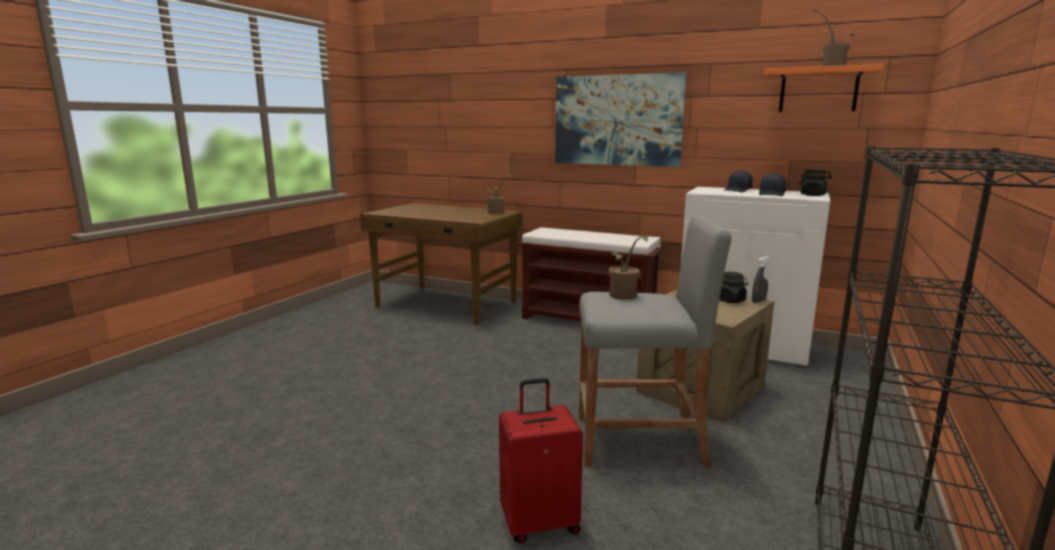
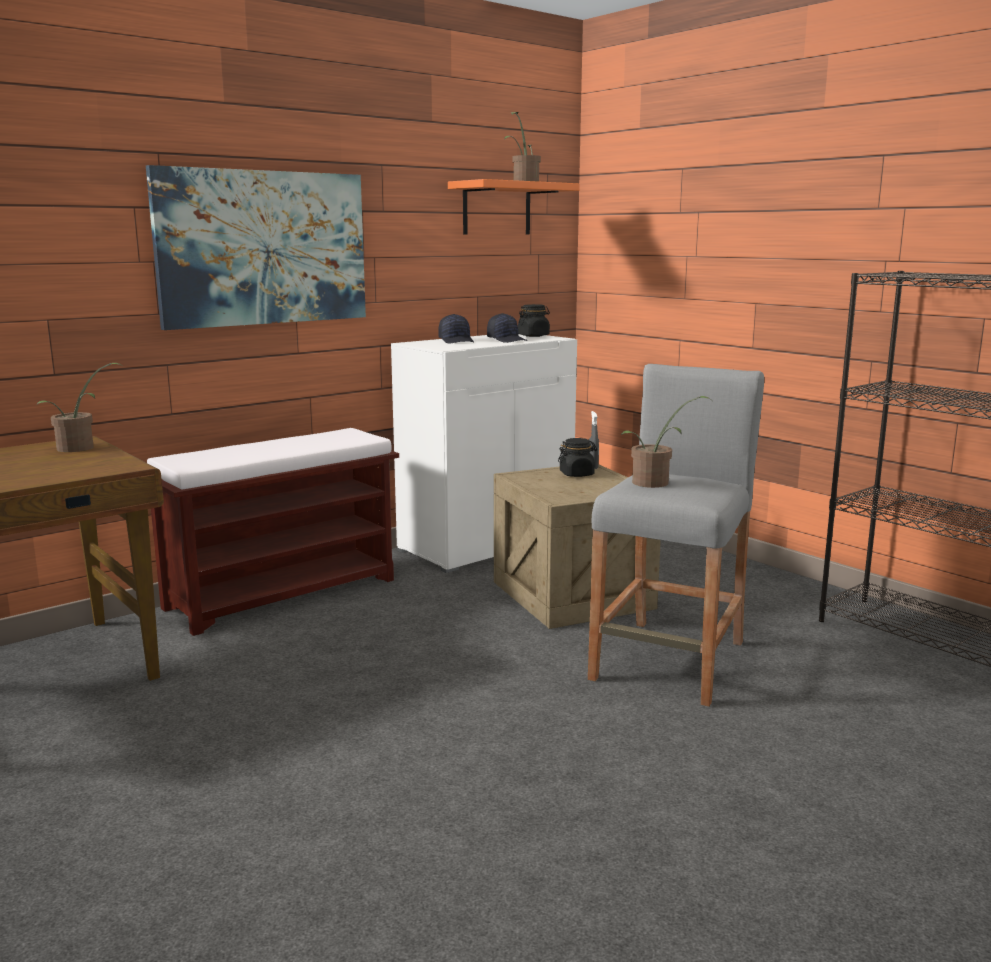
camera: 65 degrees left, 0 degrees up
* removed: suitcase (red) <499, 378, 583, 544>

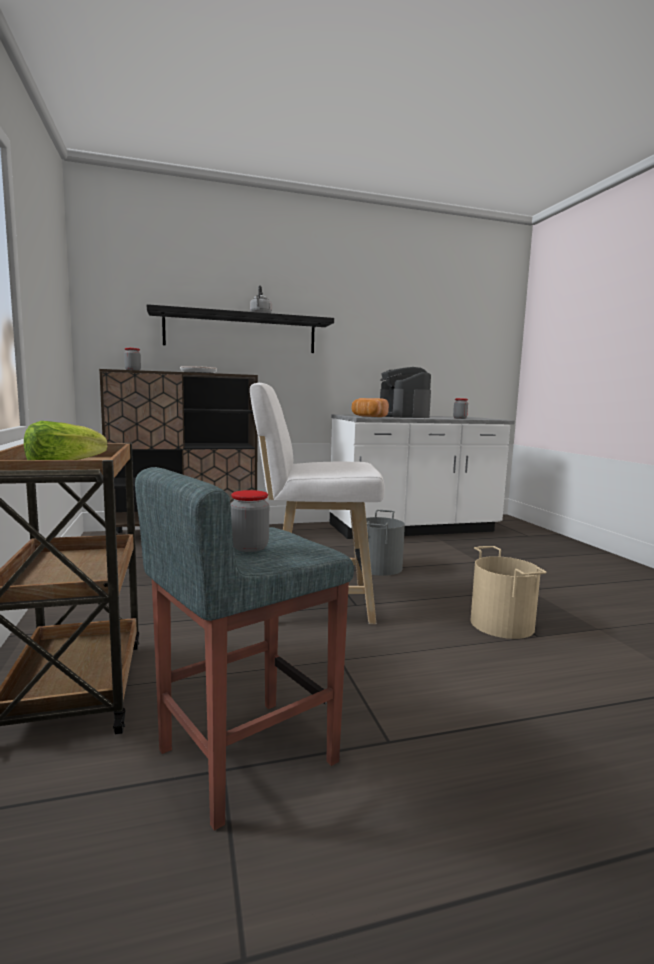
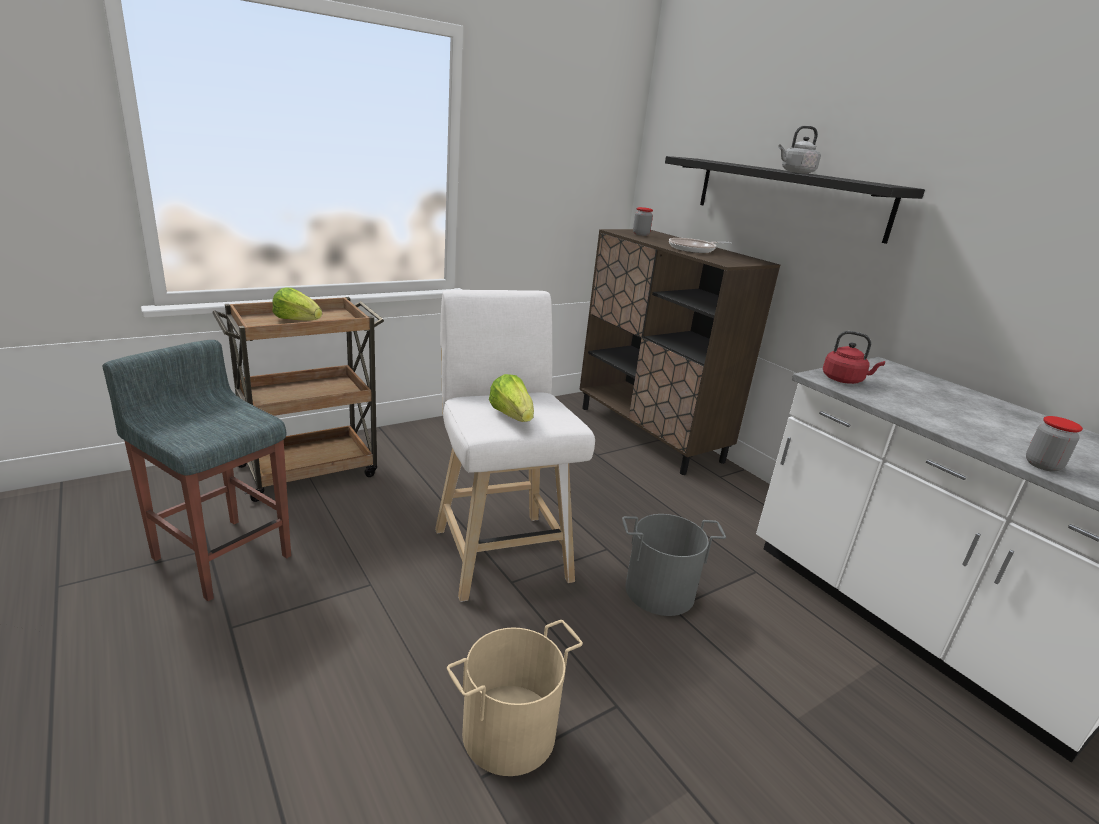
camera: 70 degrees right, 15 degrees up
* removed: jar <231, 490, 269, 552>
* replaced: bread <352, 398, 389, 417> to kettle (red) <823, 331, 885, 384>
* removed: coffee machine <380, 367, 431, 418>
* added: lettuce <489, 374, 534, 422>

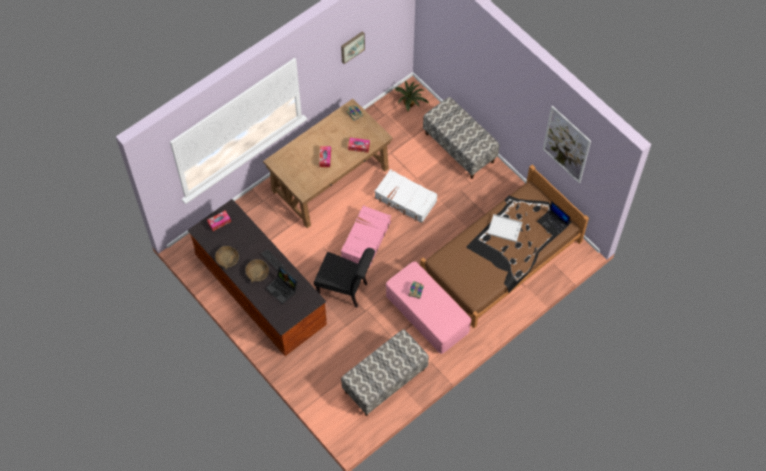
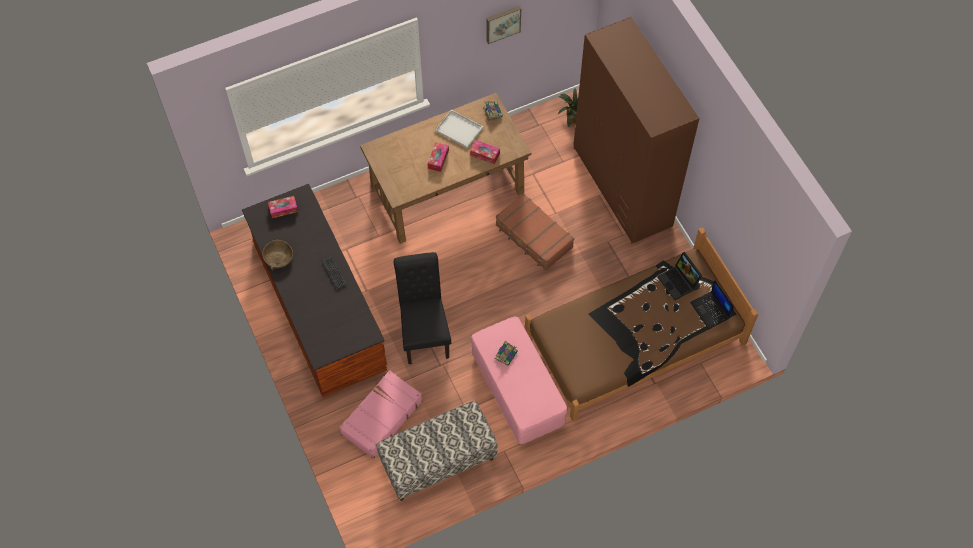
camera: 15 degrees right, 0 degrees up
* removed: bowl (brown) <245, 259, 269, 283>
* moved: laptop <266, 265, 298, 304> to <657, 252, 703, 300>
* turned: chair (black) <314, 248, 375, 307> = <394, 252, 451, 364> 135 degrees counterclockwise
* moved: suitcase (pink) <341, 205, 391, 268> to <340, 370, 423, 458>
* recoloured: suitcase (white) <375, 169, 438, 223> to suitcase (brown) <496, 193, 574, 271>
* replaced: bench <423, 97, 499, 179> to wardrobe (brown) <573, 17, 699, 244>
* moved: tray (white) <488, 214, 522, 242> to <435, 110, 483, 149>
* removed: picture <543, 106, 591, 184>

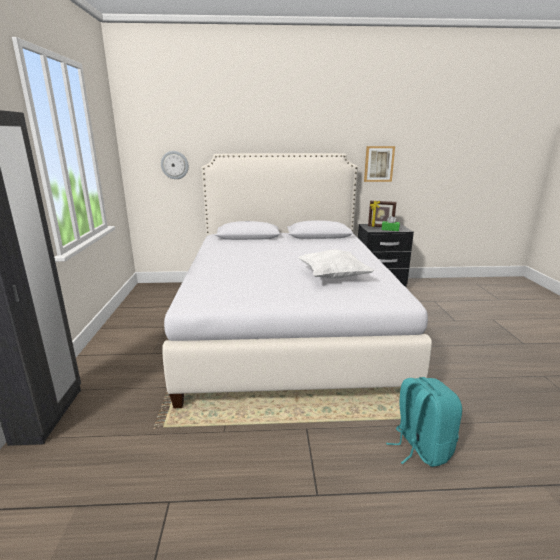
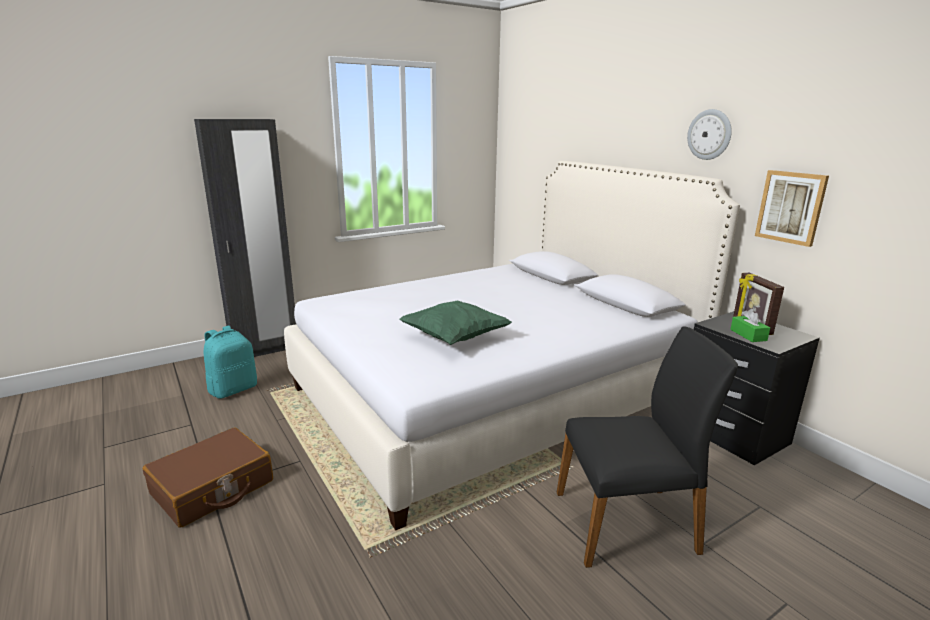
camera: 60 degrees right, 0 degrees up
* moved: wall clock <161, 151, 189, 179> to <687, 109, 732, 160>
* recoloured: pillow (white) <298, 250, 374, 279> to pillow (green) <399, 300, 512, 345>
* moved: backpack (turquoise) <386, 377, 462, 467> to <204, 326, 257, 399>
* added: suitcase (brown) <143, 428, 273, 528>
* added: chair (black) <557, 327, 738, 568>

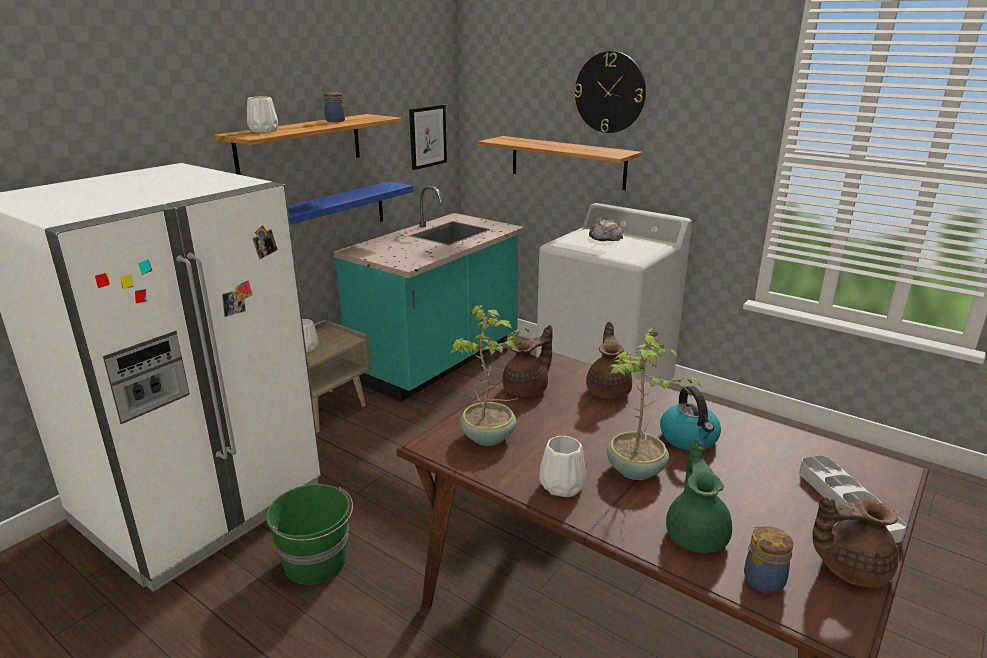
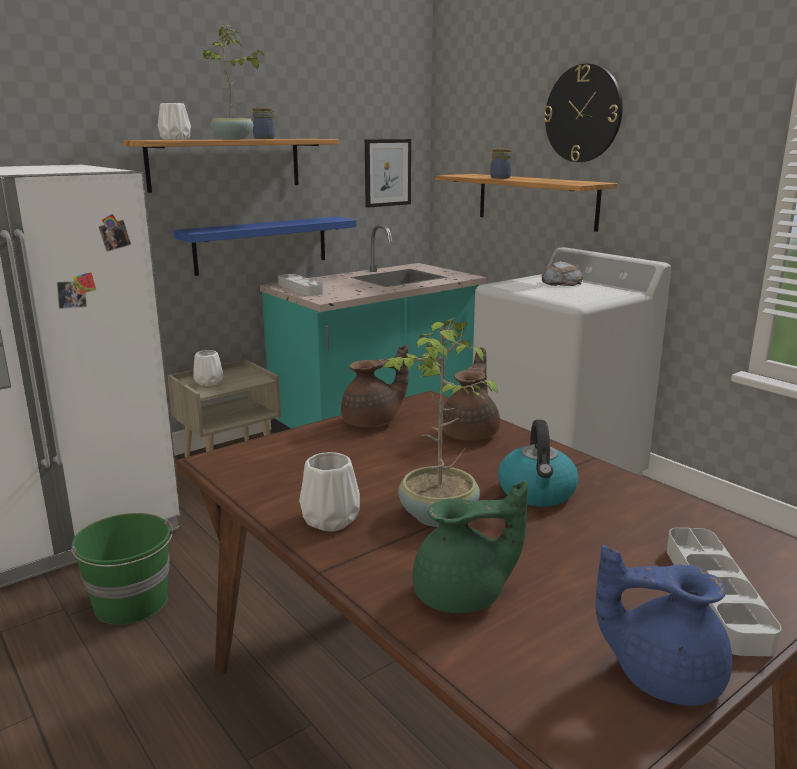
camera: 15 degrees right, 5 degrees down
* moved: potted plant <450, 305, 529, 446> to <200, 25, 265, 140>
* turned: teapot (green) <666, 438, 732, 553> = <412, 480, 528, 613> 60 degrees clockwise
* moved: jar <744, 526, 793, 594> to <490, 148, 511, 179>
* recoloured: teapot (brown) <812, 496, 898, 587> to teapot (blue) <596, 545, 732, 706>
* added: tray (grey) <278, 274, 324, 296>

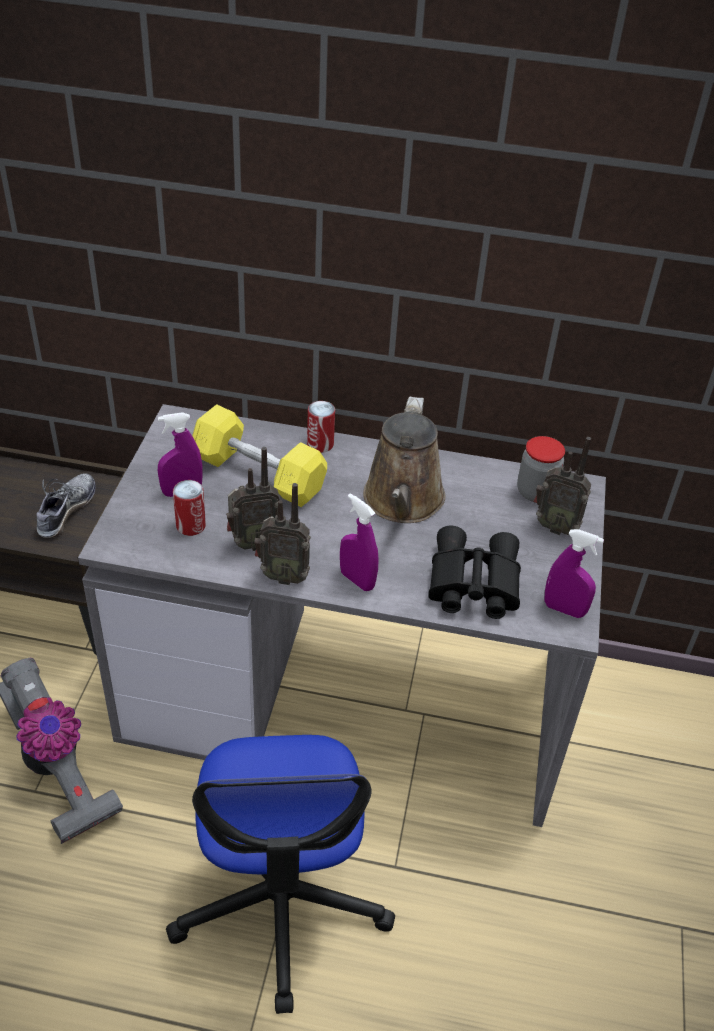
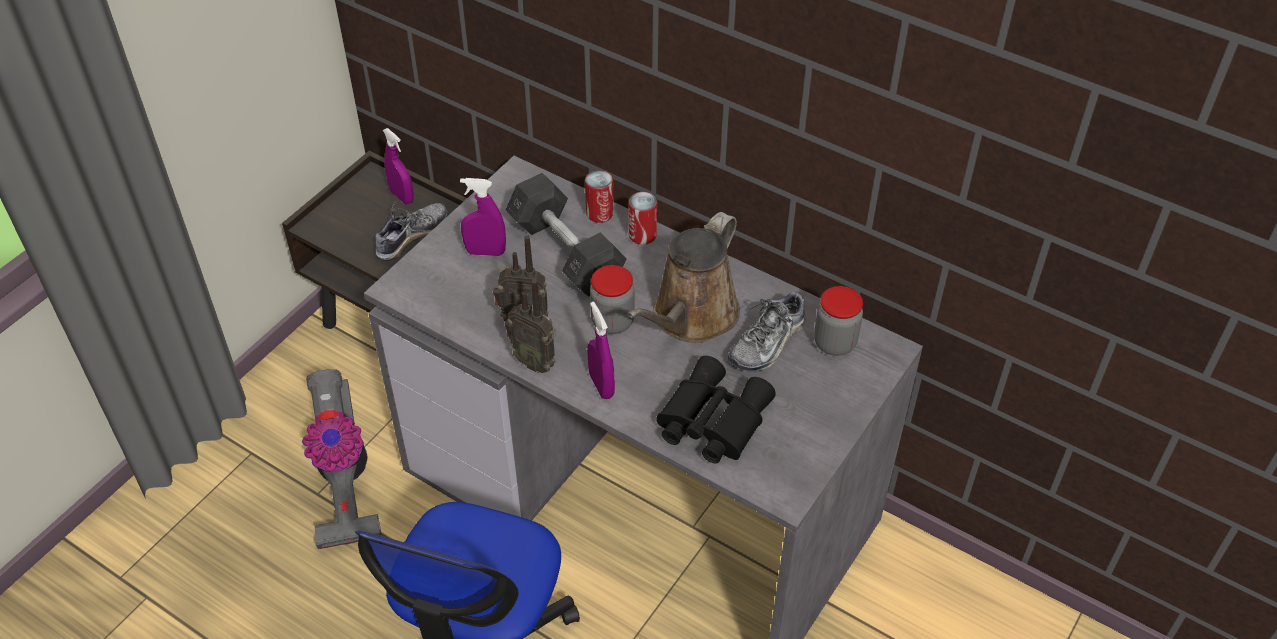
camera: 25 degrees right, 5 degrees up
* moved: can <173, 480, 206, 536> to <585, 170, 614, 223>
* recoloured: dumbbell (yellow) <192, 404, 327, 507> to dumbbell (grey) <506, 173, 627, 297>
* removed: radio <534, 437, 591, 535>
* moved: spray bottle (purple) <544, 529, 604, 618> to <383, 128, 414, 204>
* added: jar <590, 265, 635, 334>
* added: shoe <728, 288, 805, 372>

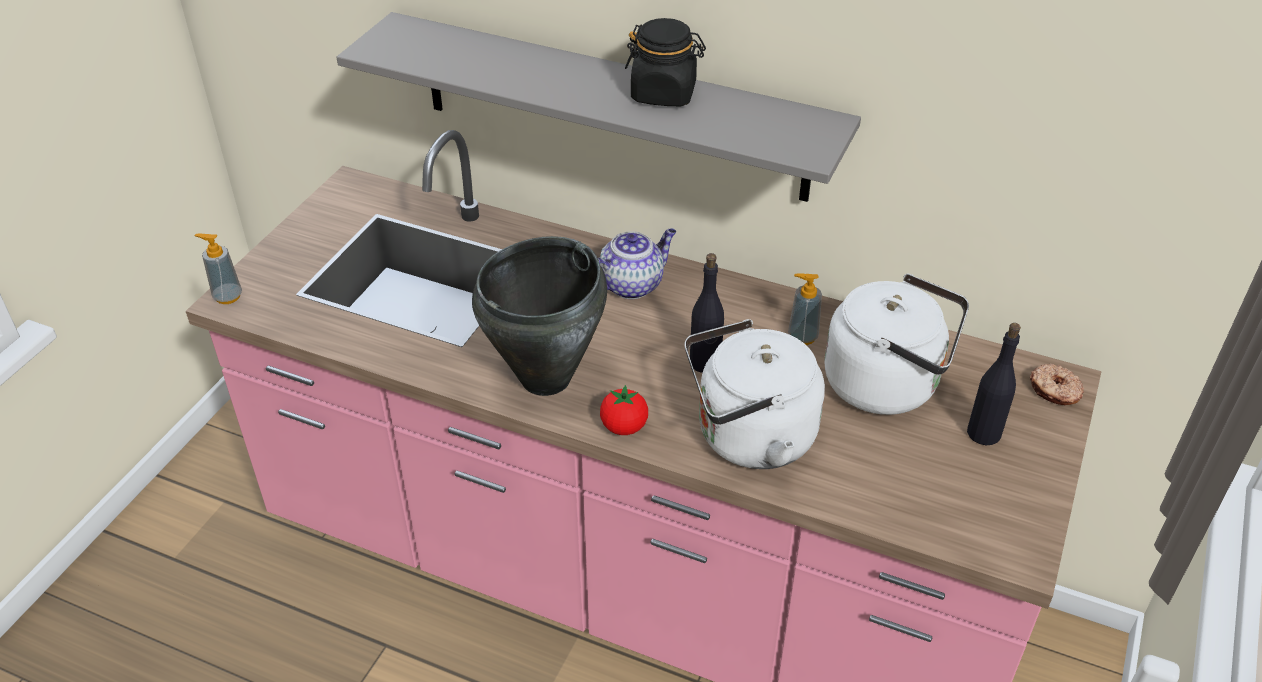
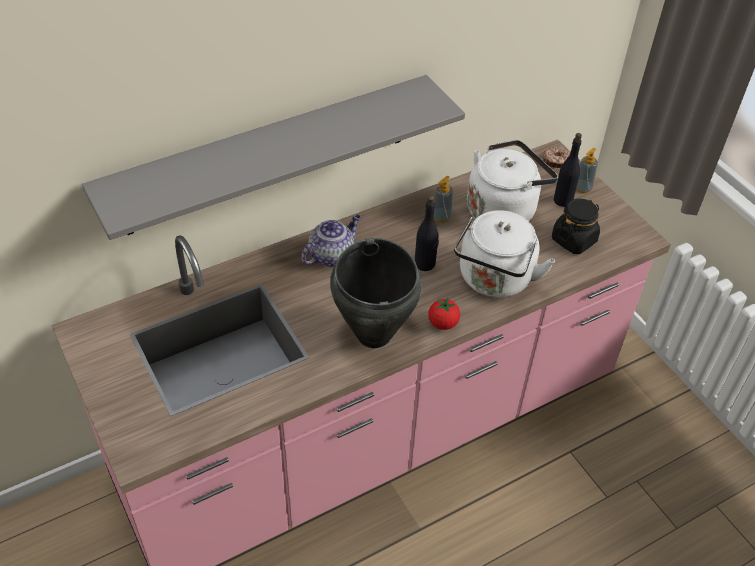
camera: 55 degrees left, 5 degrees up
* moved: soap dispenser <194, 234, 242, 304> to <576, 148, 598, 194>
* turned: teapot <598, 228, 676, 299> = <301, 215, 361, 267> 45 degrees clockwise
* moved: jar (black) <625, 18, 706, 106> to <552, 199, 600, 254>

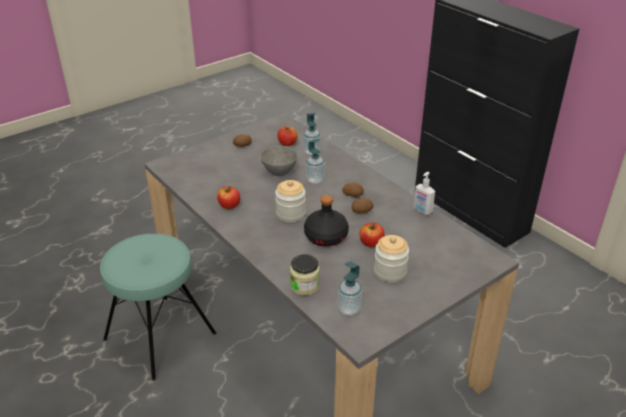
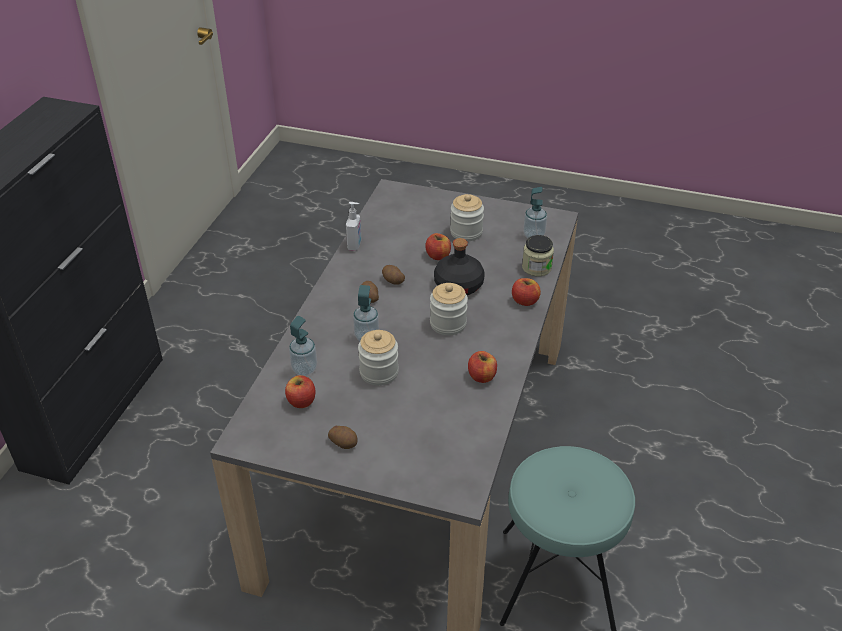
camera: 125 degrees left, 5 degrees up
* replaced: bowl (grey) <260, 146, 298, 176> to jar <358, 330, 399, 386>
* added: apple <512, 278, 541, 306>

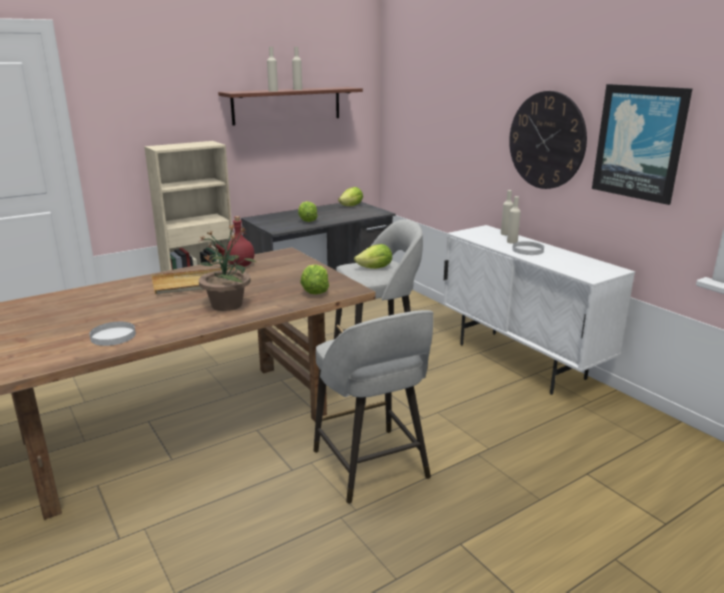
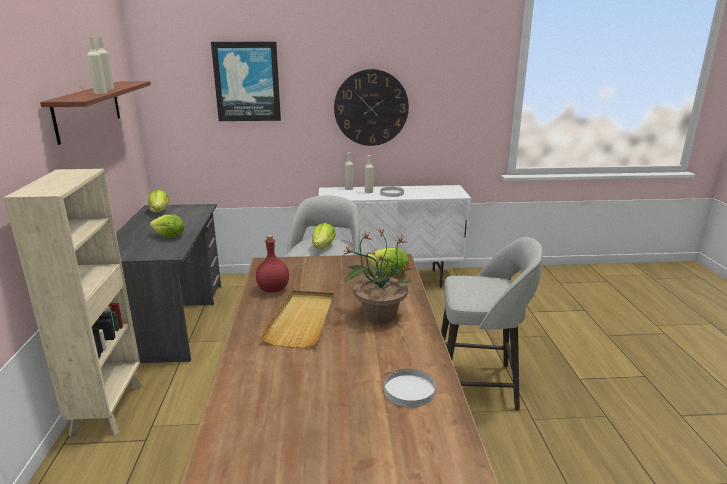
camera: 60 degrees left, 0 degrees up
* moved: picture <592, 84, 692, 205> to <211, 42, 281, 121>

